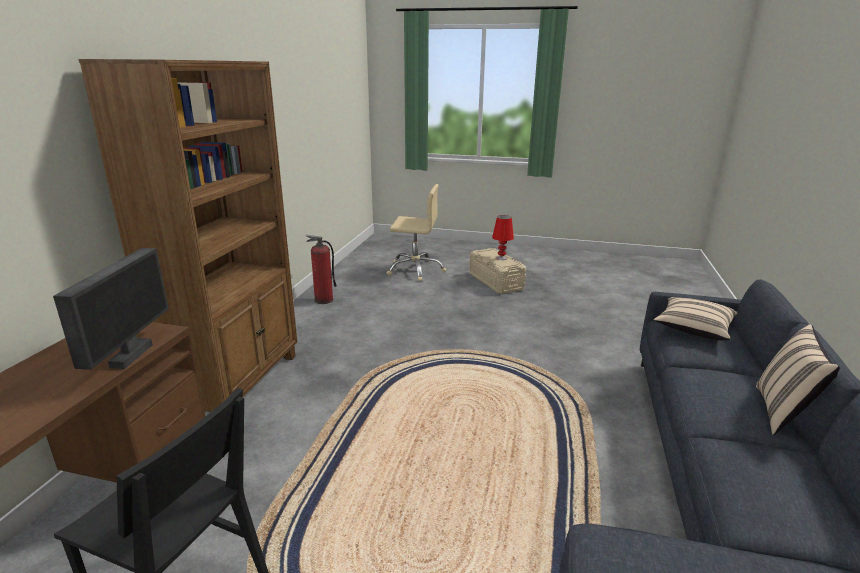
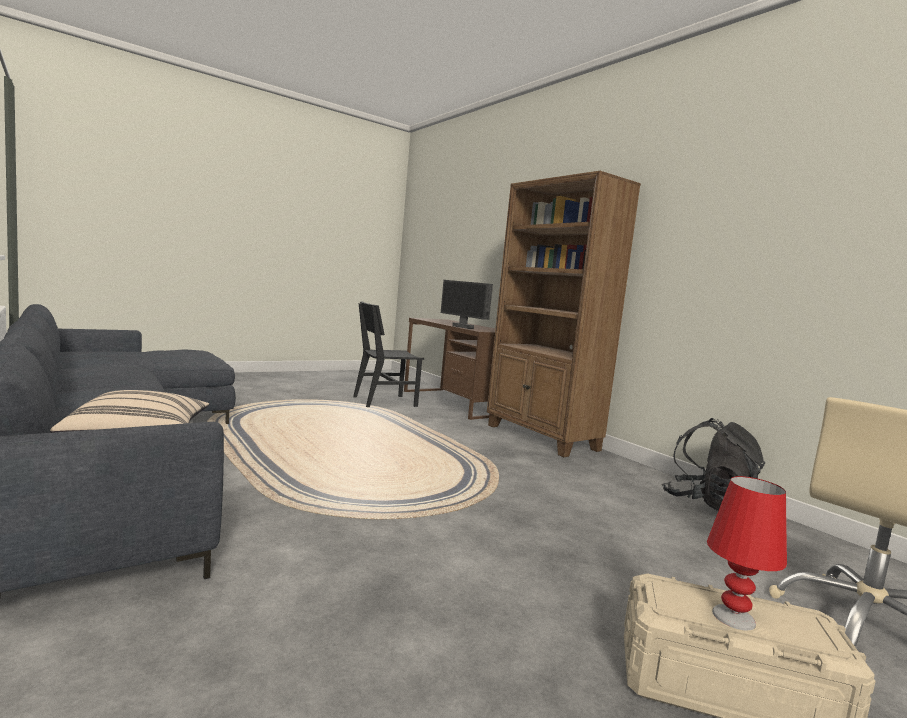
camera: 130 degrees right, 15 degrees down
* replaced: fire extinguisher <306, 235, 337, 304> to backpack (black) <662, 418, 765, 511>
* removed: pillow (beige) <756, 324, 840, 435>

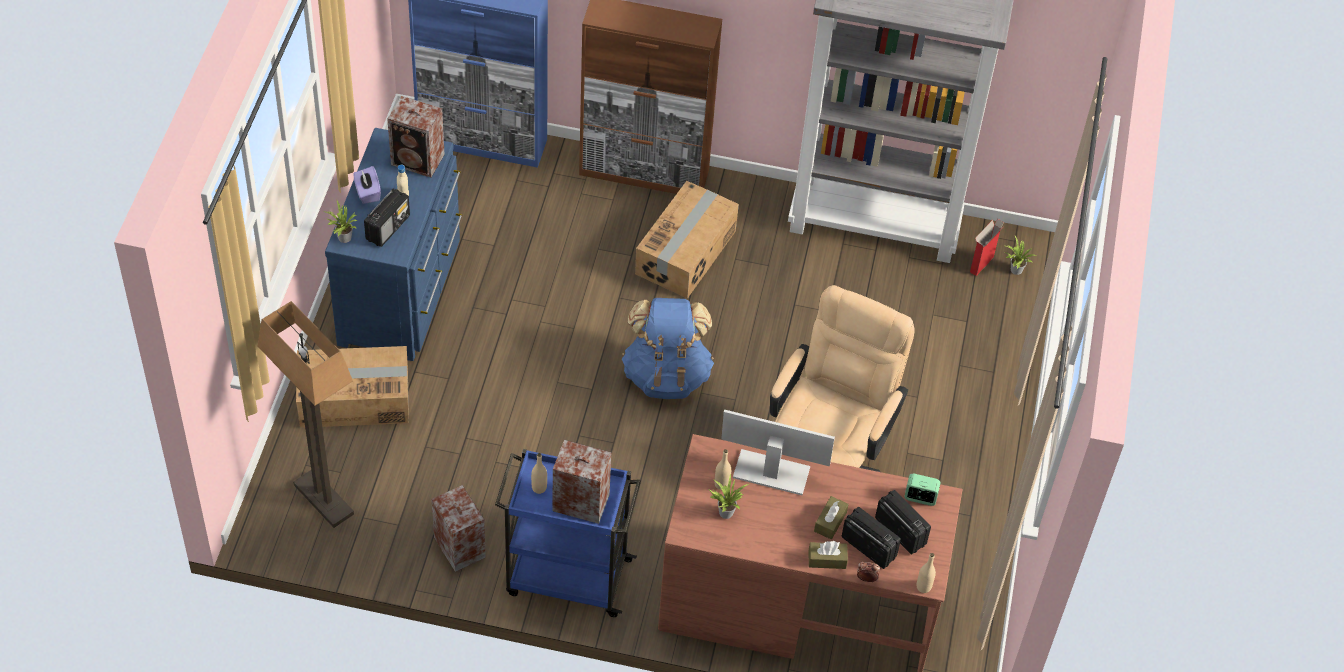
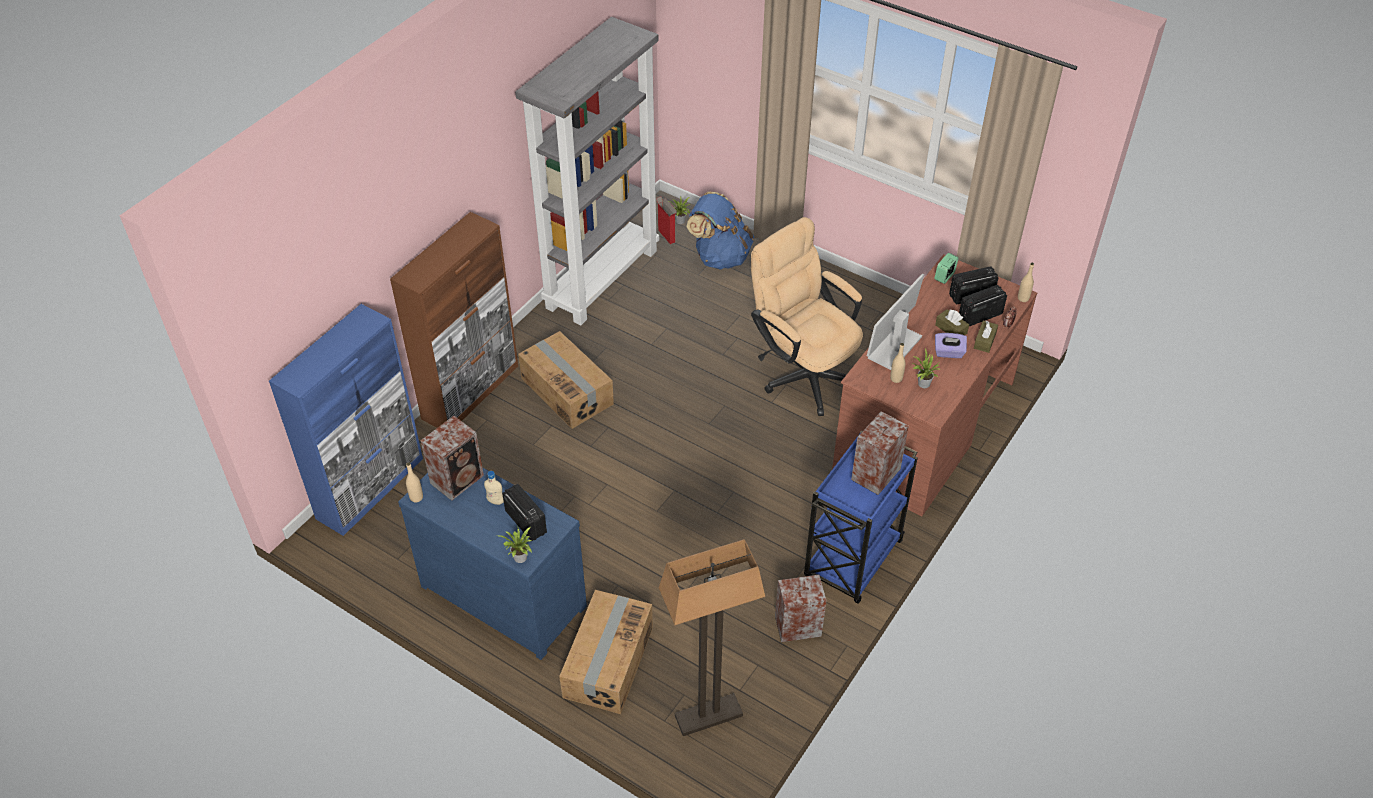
camera: 65 degrees left, 5 degrees down
* moved: tissue box (purple) <353, 166, 381, 204> to <935, 333, 967, 358>
* moved: bottle (beige) <531, 453, 547, 494> to <406, 462, 423, 502>
* moved: backpack (blue) <622, 298, 714, 399> to <687, 192, 754, 270>

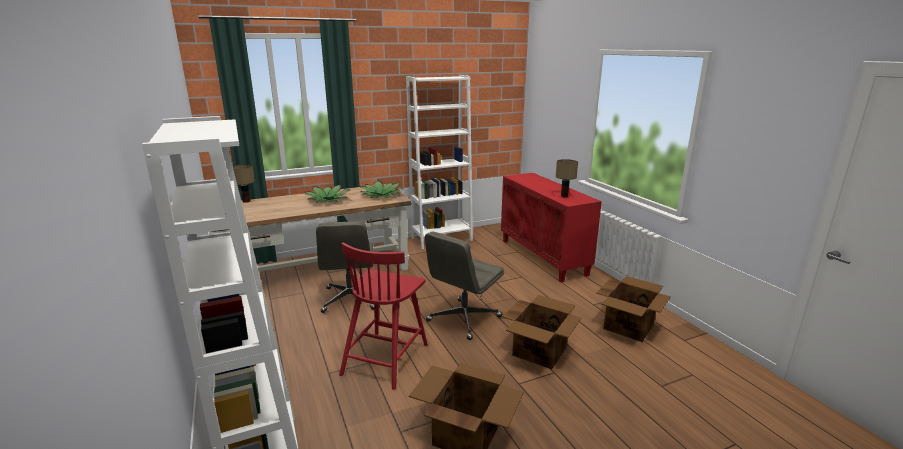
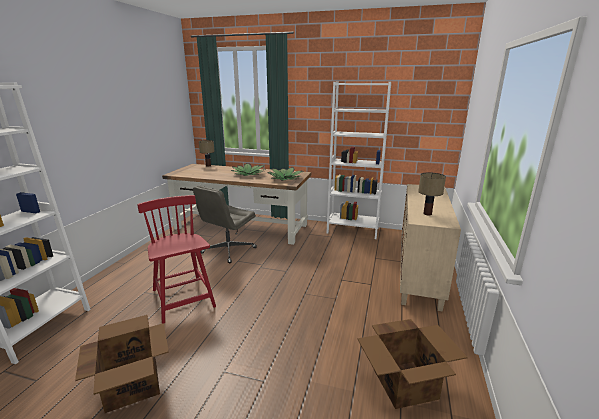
camera: 40 degrees right, 0 degrees up
* turned: chair (red) <339, 242, 428, 390> = <137, 195, 216, 323> 90 degrees clockwise
* removed: office chair (grey) <425, 231, 504, 340>
* recoloured: cabinet (red) <501, 173, 602, 282> to cabinet (beige) <400, 184, 461, 311>
* removed: cardboard box <503, 295, 582, 369>

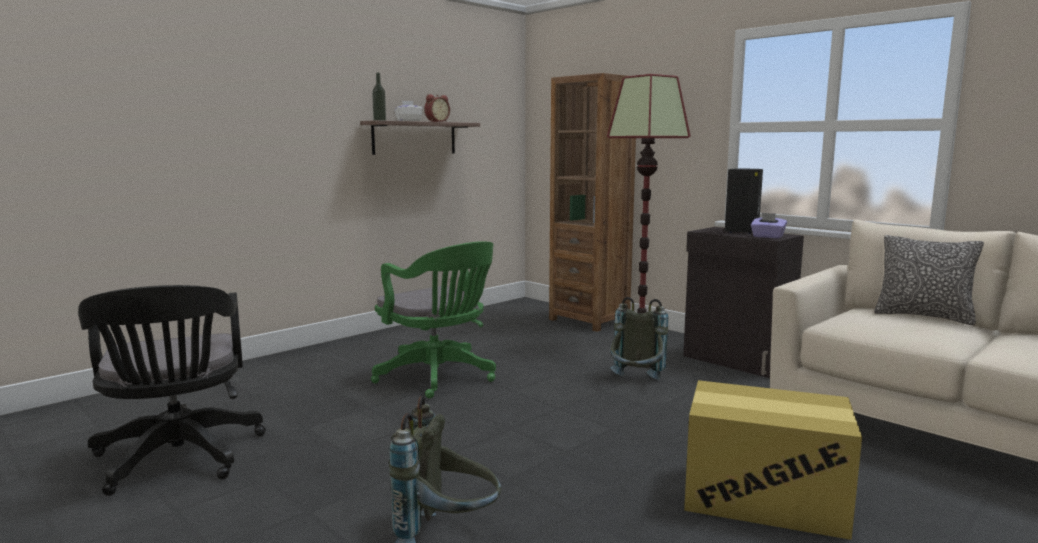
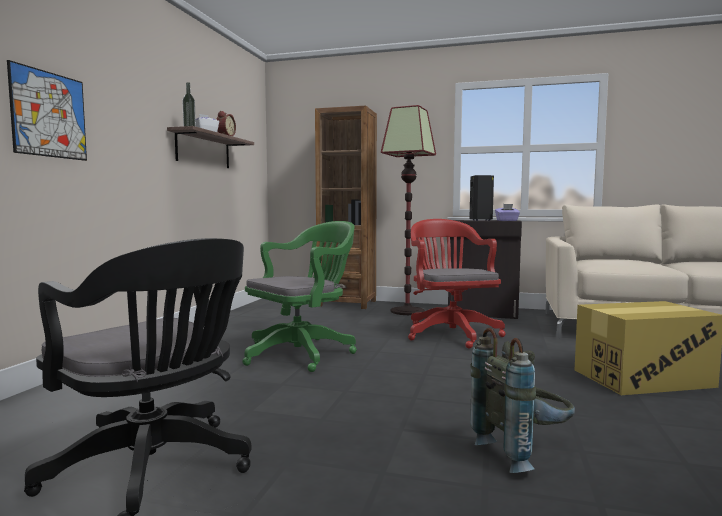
camera: 30 degrees left, 5 degrees down
* turned: office chair (green) <371, 241, 496, 398> = <243, 221, 357, 372> 60 degrees counterclockwise
* replaced: backpack (grey) <610, 297, 668, 380> to office chair (red) <408, 219, 506, 349>
* removed: pillow <874, 235, 984, 325>
* added: picture <7, 60, 87, 161>

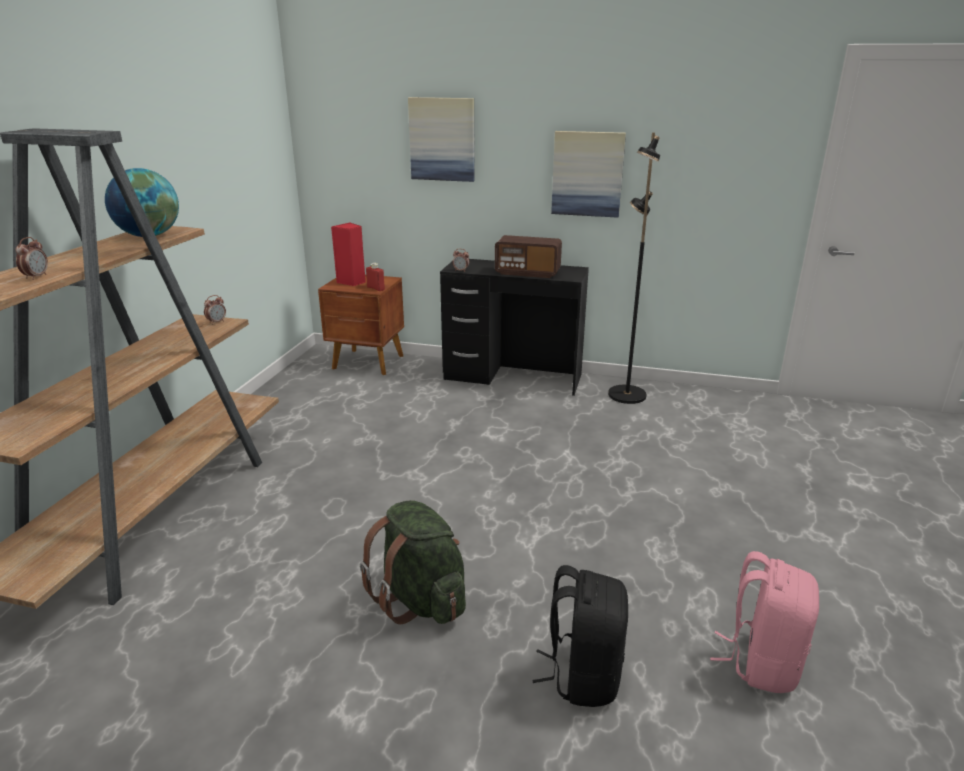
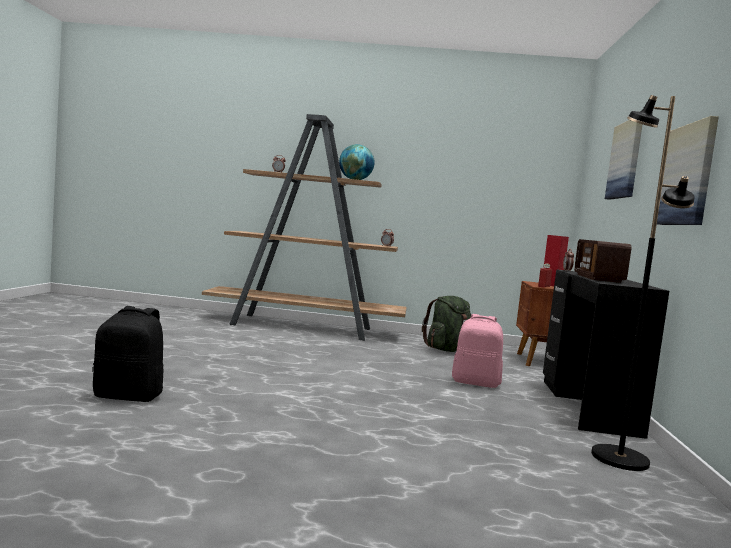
camera: 80 degrees right, 20 degrees down
* moved: backpack (green) <360, 500, 466, 624> to <422, 296, 471, 352>
* moved: backpack (pink) <710, 551, 819, 693> to <452, 314, 503, 388>

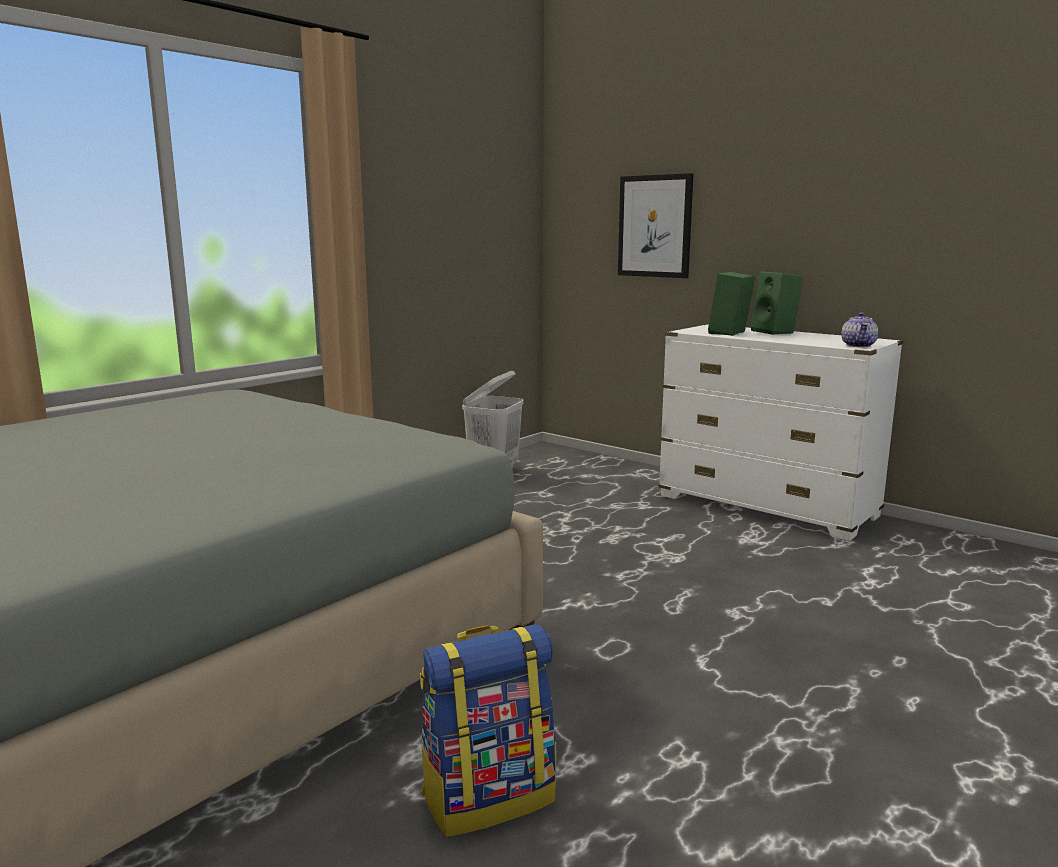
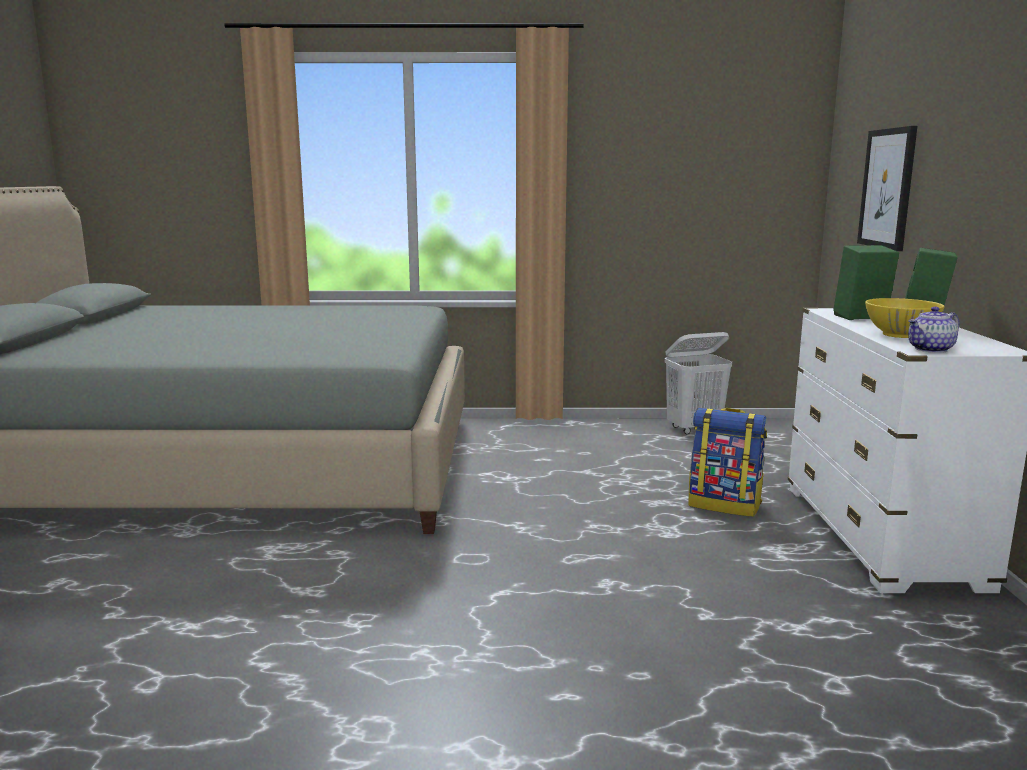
camera: 50 degrees right, 0 degrees up
* moved: backpack <420, 624, 556, 837> to <689, 408, 767, 517>
* added: bowl (yellow) <865, 298, 944, 338>

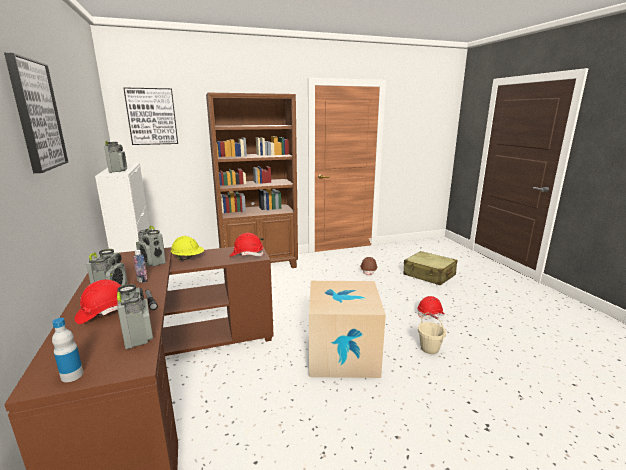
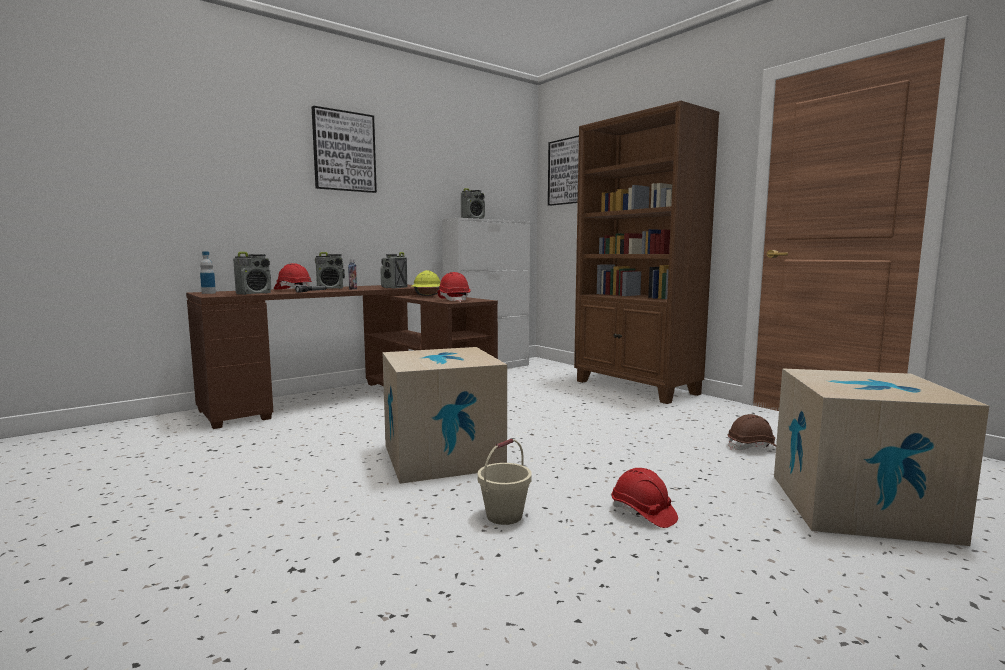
camera: 70 degrees right, 10 degrees down
* replaced: suitcase (beige) <403, 251, 457, 285> to cardboard box <774, 368, 989, 546>

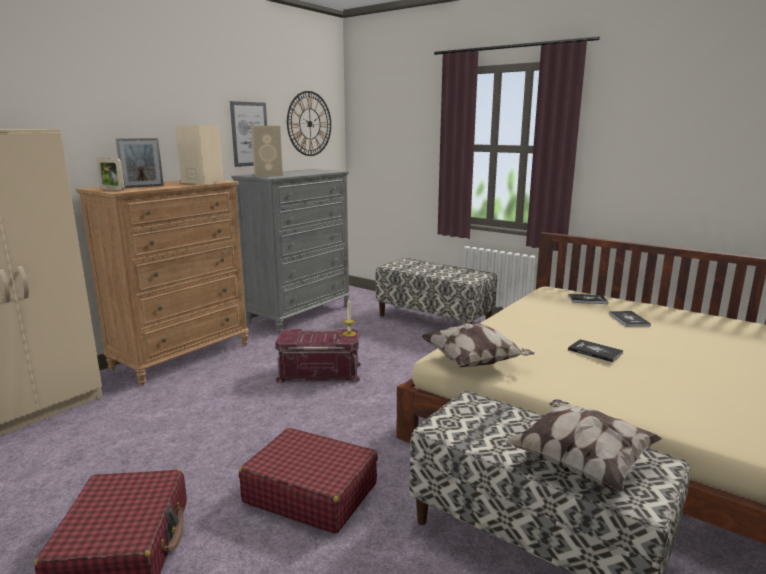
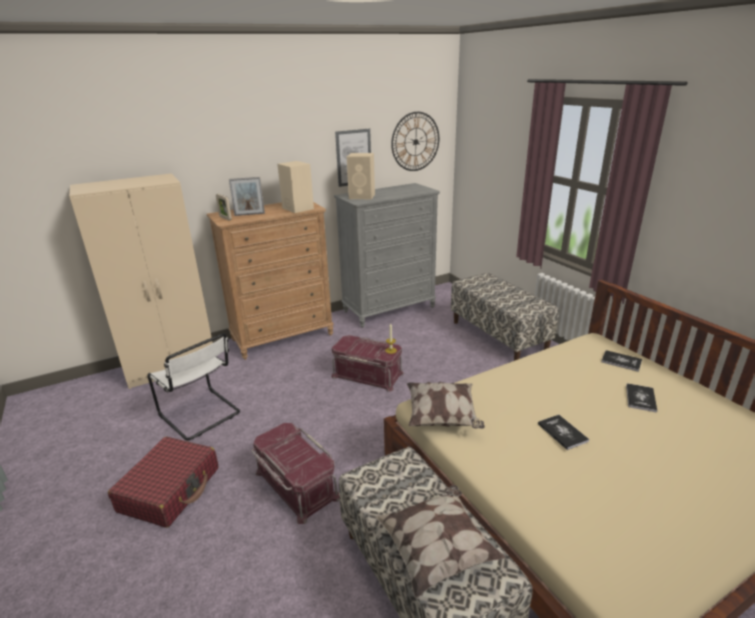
camera: 25 degrees right, 10 degrees up
* replaced: suitcase (red) <239, 428, 378, 534> to storage box (red) <252, 423, 340, 524>
* added: chair (white) <147, 333, 240, 440>

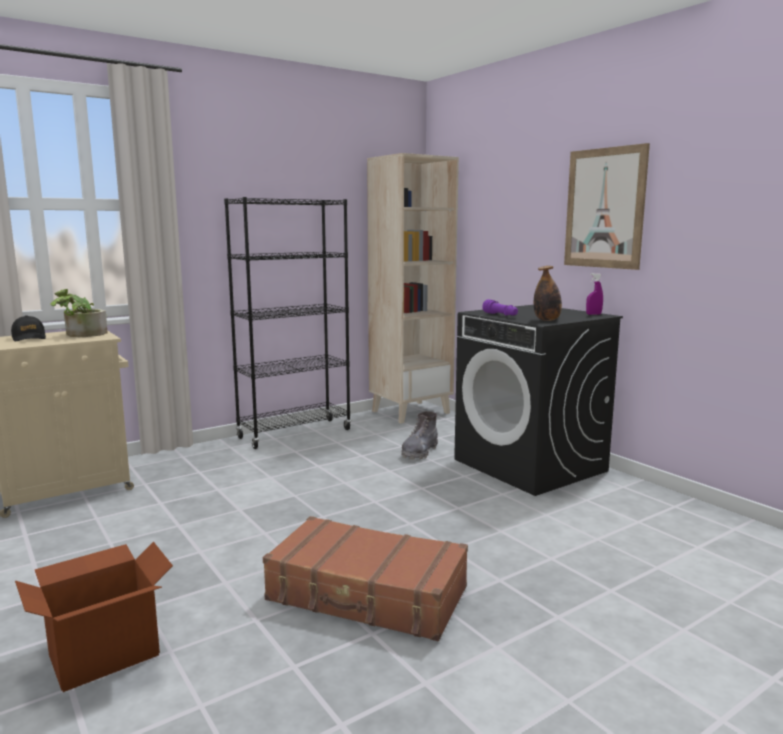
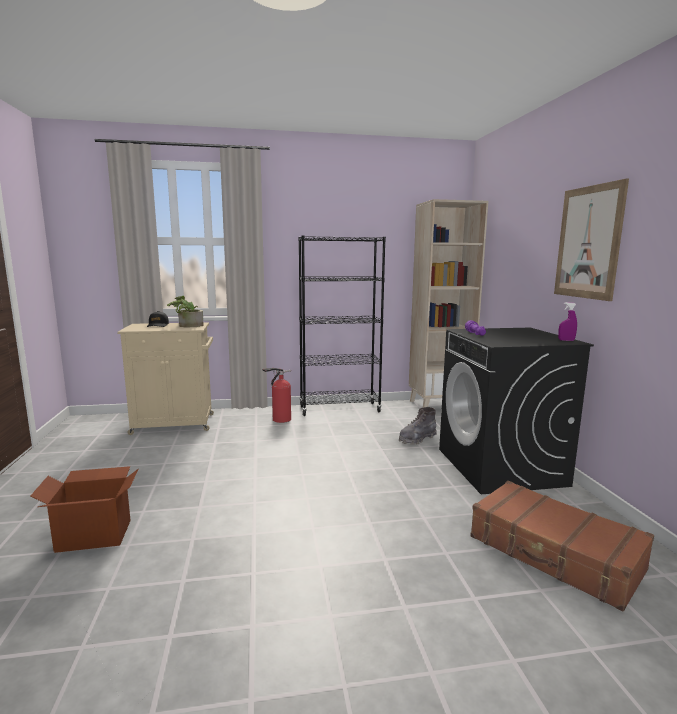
camera: 25 degrees right, 0 degrees up
* moved: suitcase (brown) <263, 516, 468, 641> to <470, 481, 654, 611>
* removed: bottle <534, 266, 562, 321>
* added: fire extinguisher <262, 368, 291, 423>

